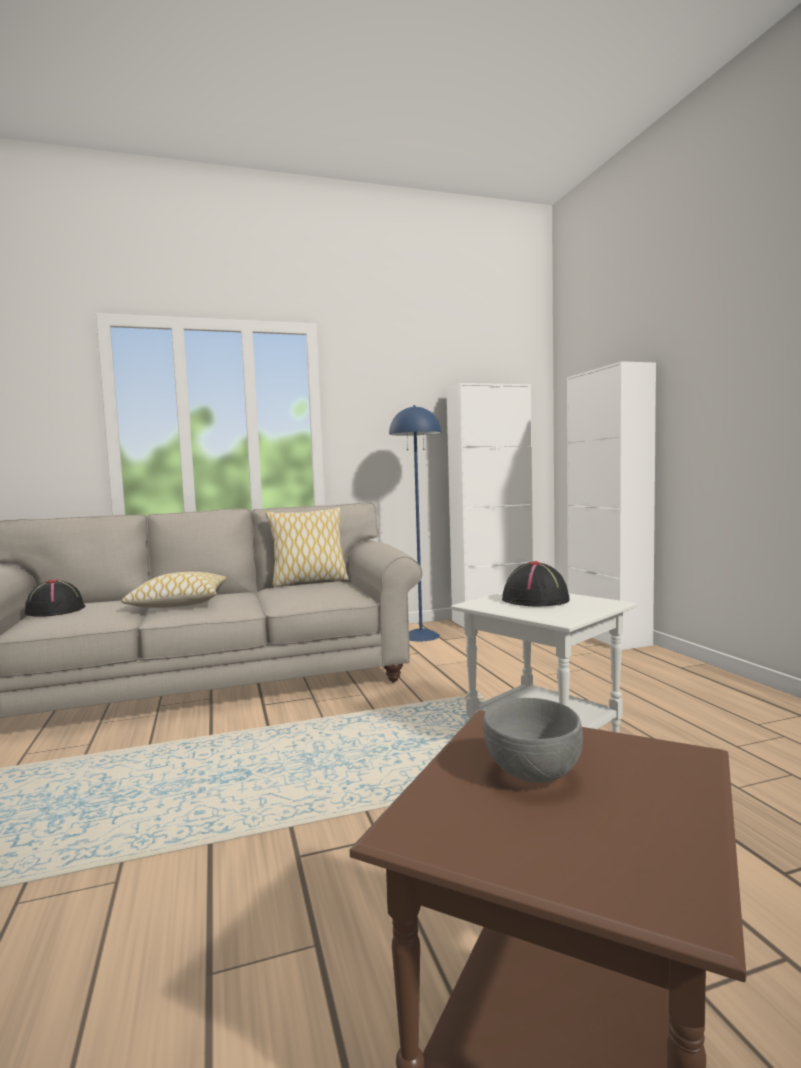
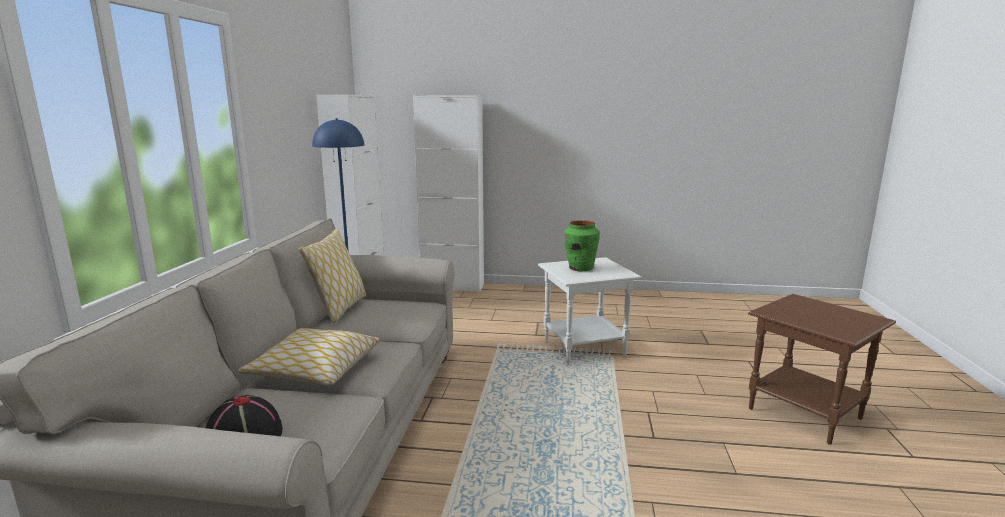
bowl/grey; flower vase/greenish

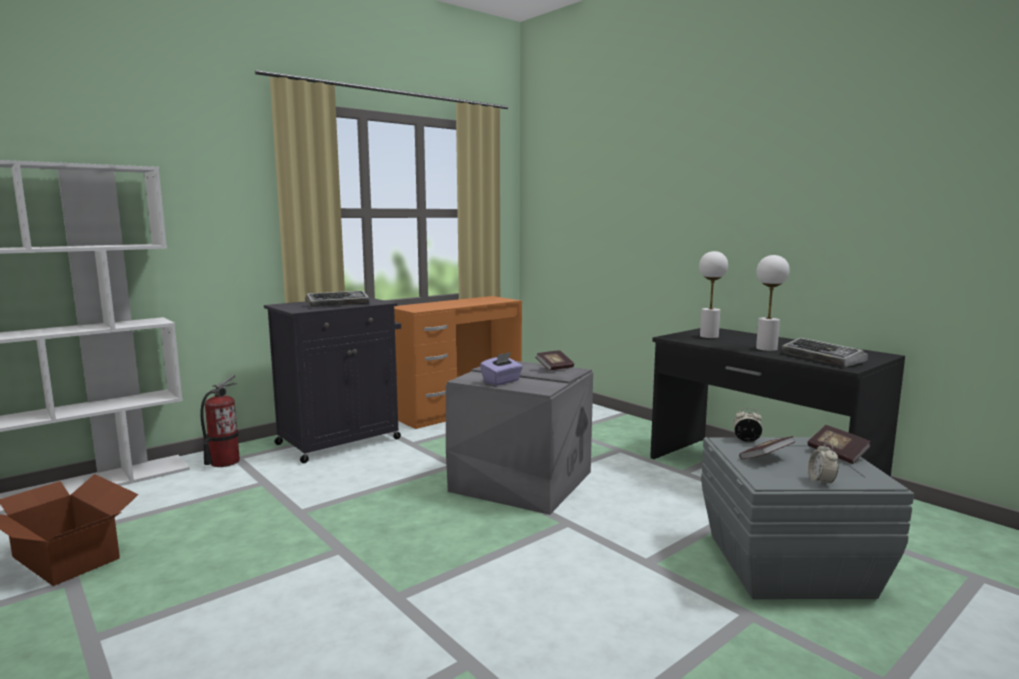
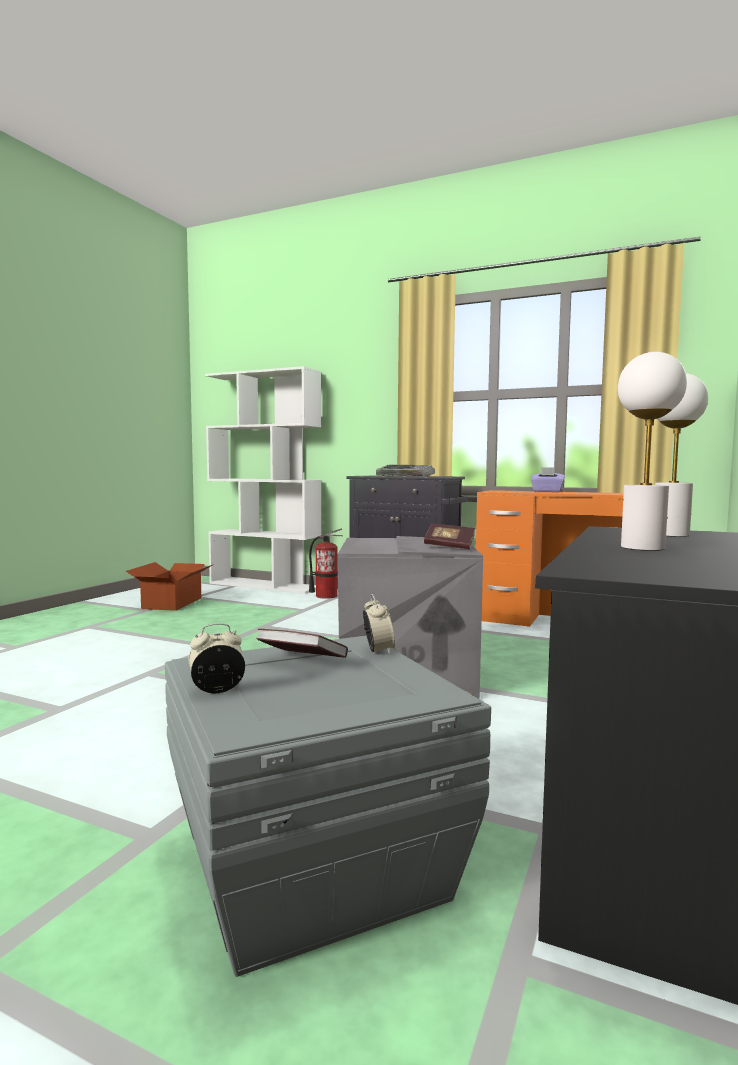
keyboard (2nd from left in the first image); volume (3rd from left in the first image); box of tissues/purple-coloured

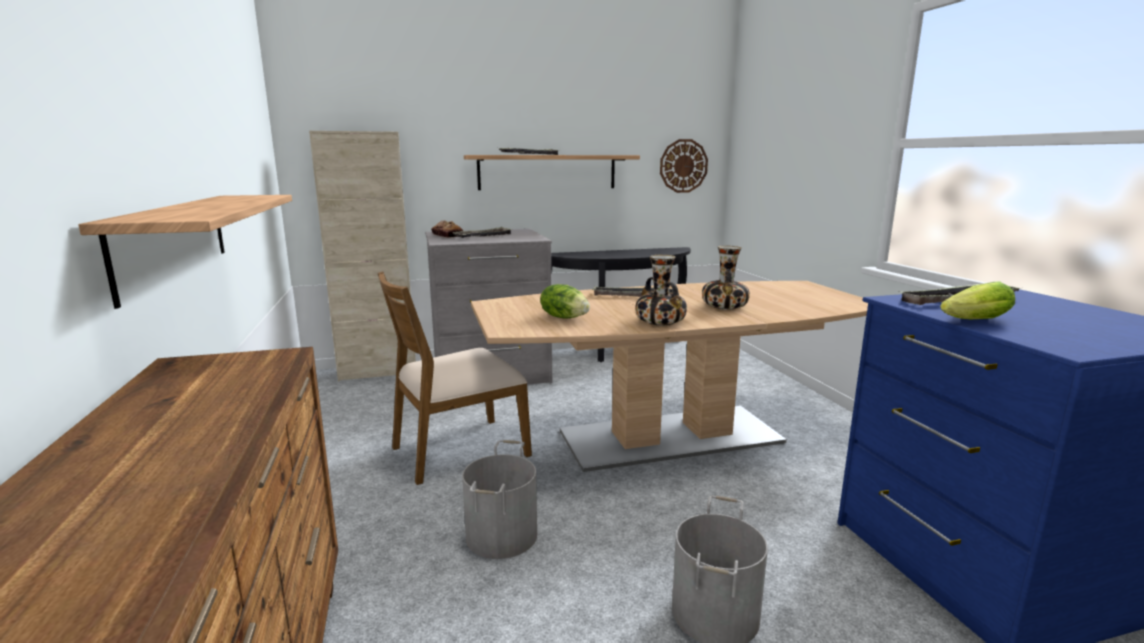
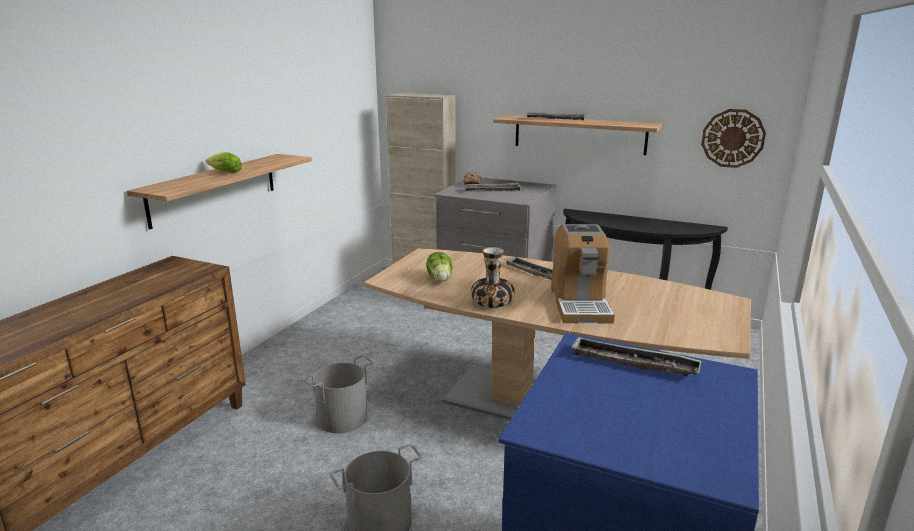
upright chair/brownish; lettuce (1st from left); coffee machine

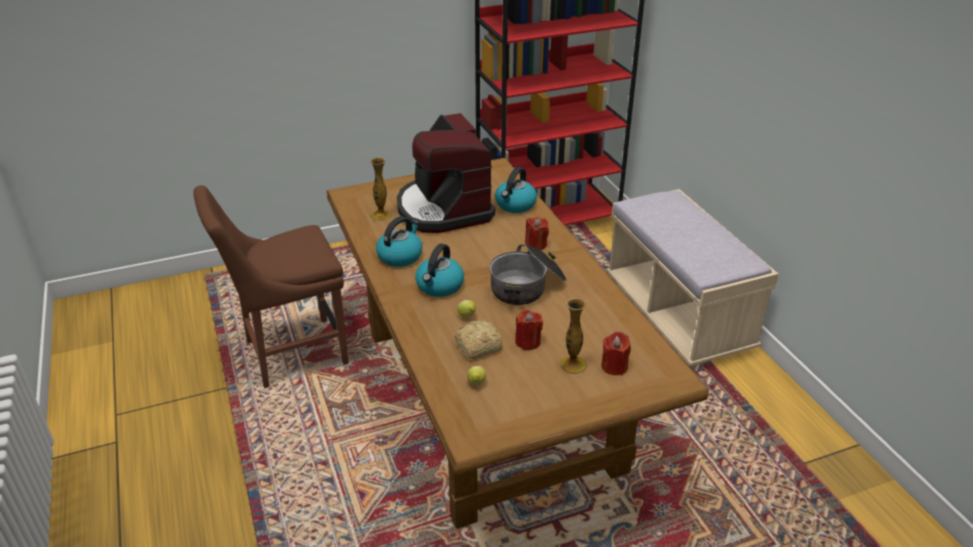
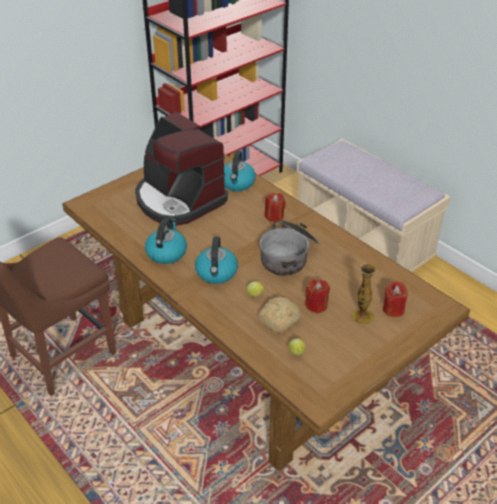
flower vase (1st from left in the first image)

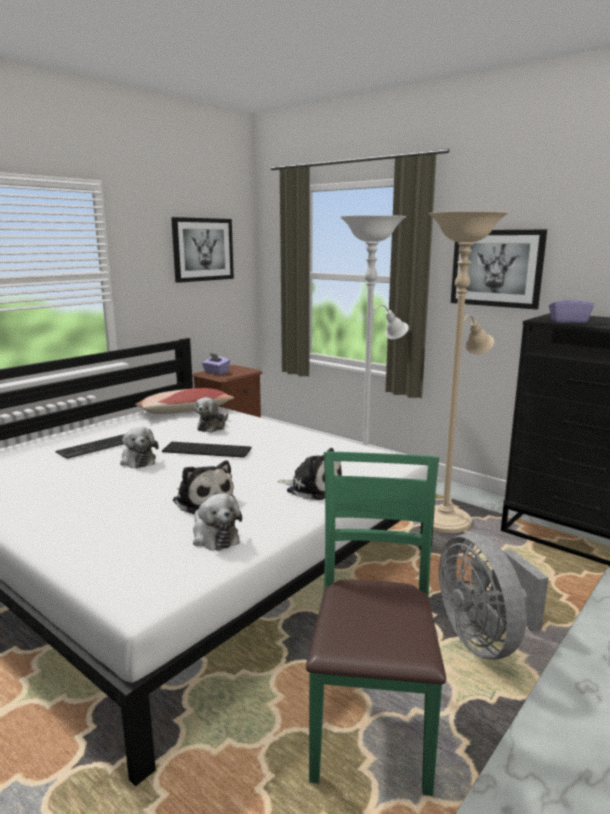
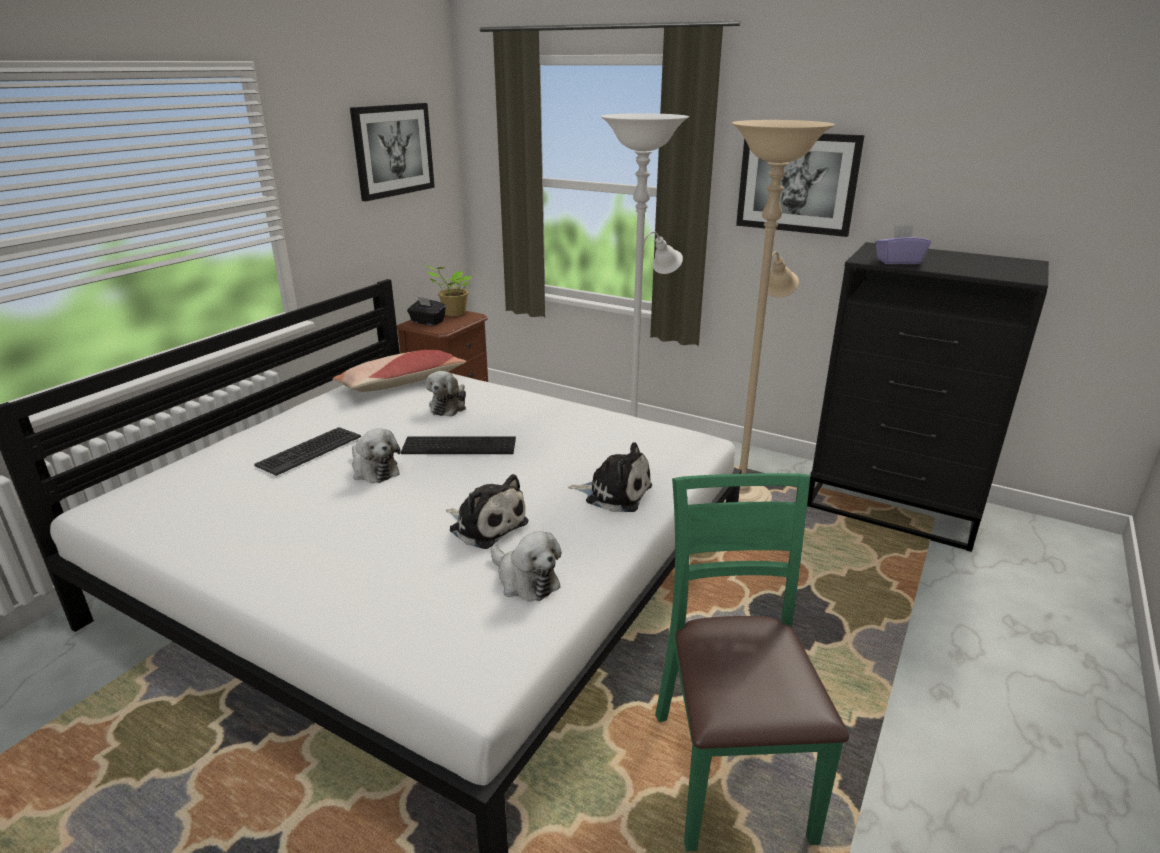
cooling fan/grey; potted plant; box of tissues/black

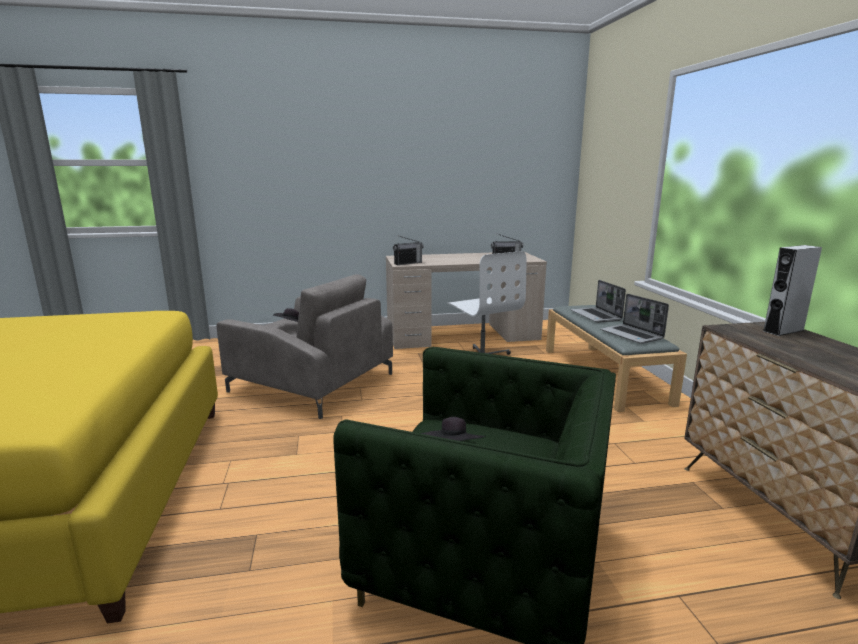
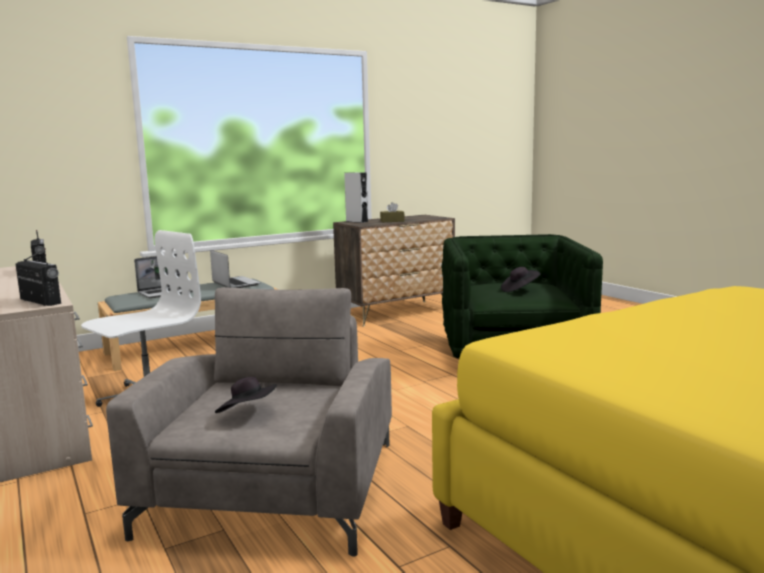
box of tissues/brownish; laptop (2nd from left)

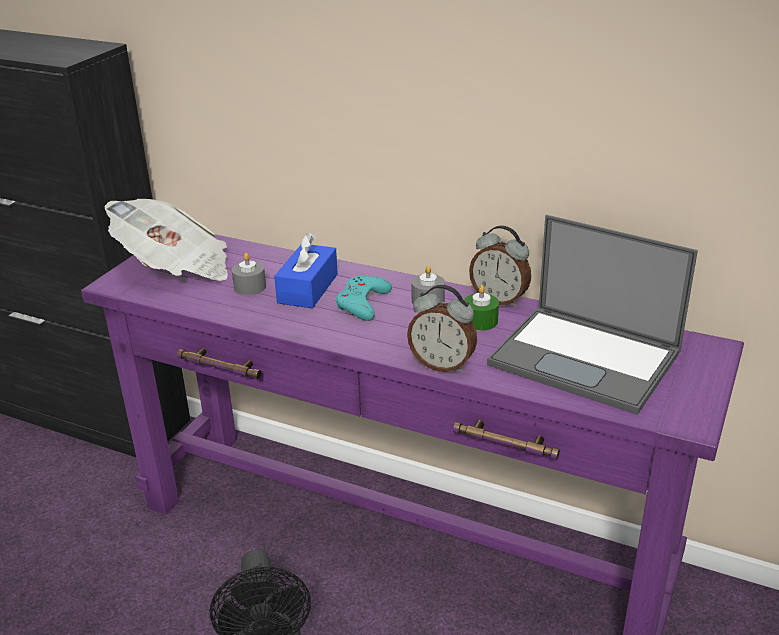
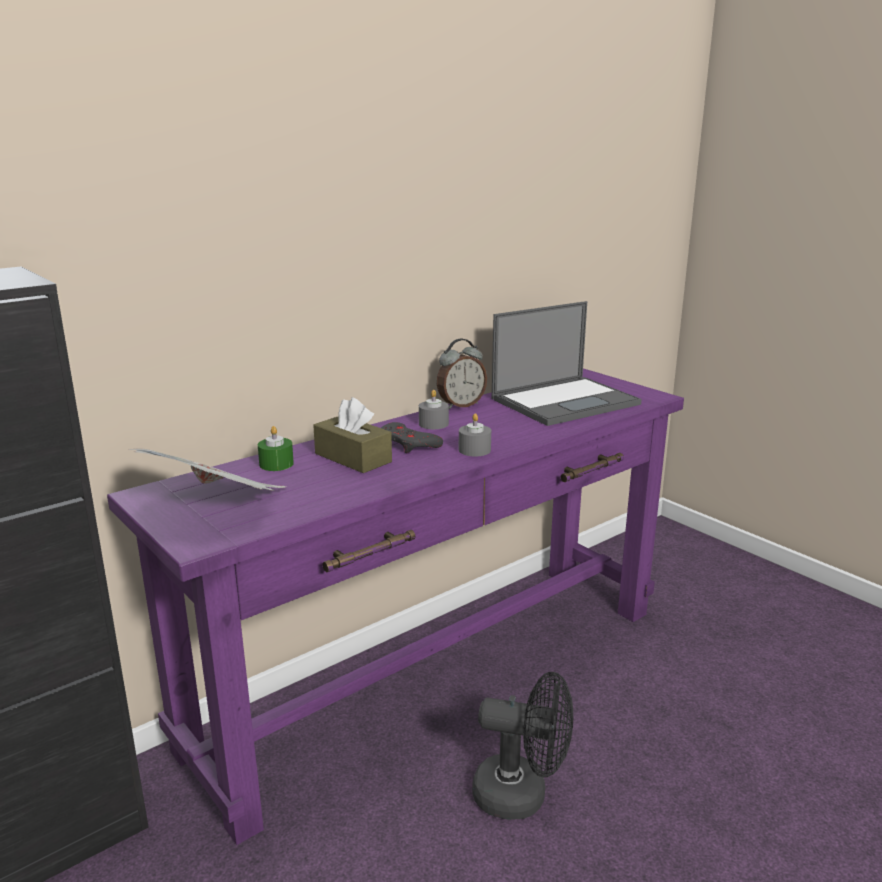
table clock (1st from left in the first image); candle/grey (2nd from left); candle/greenish; box of tissues/brownish; gamepad/grey

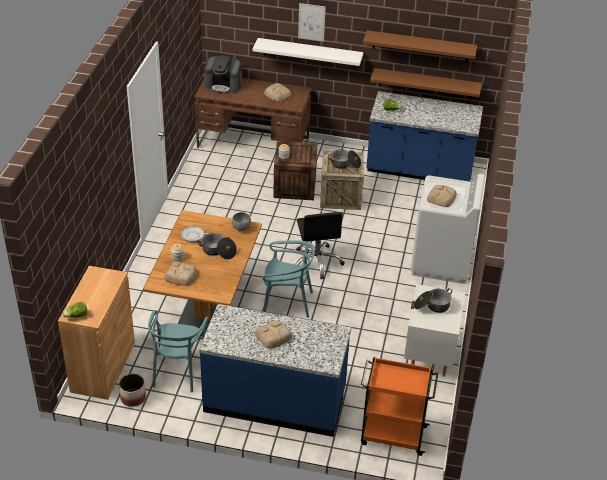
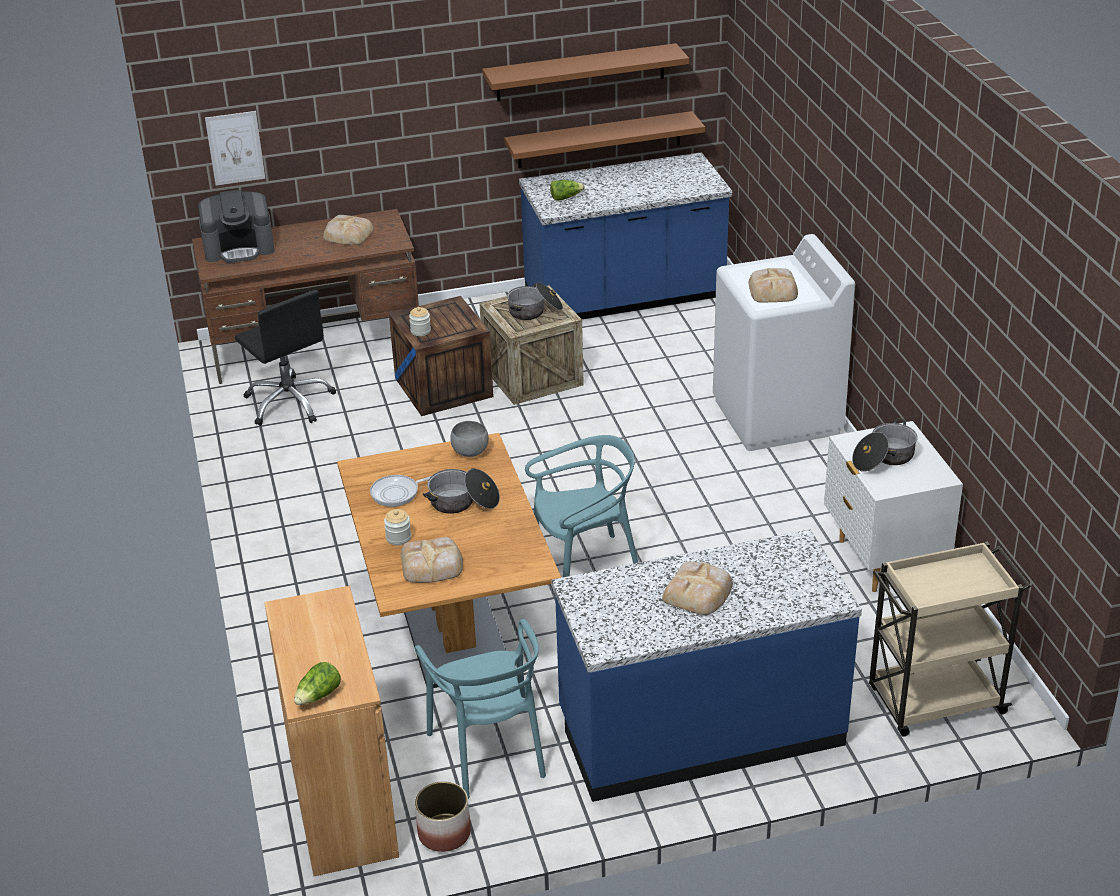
shelf/white-coloured; computer chair/black; wall art; trolley/beige

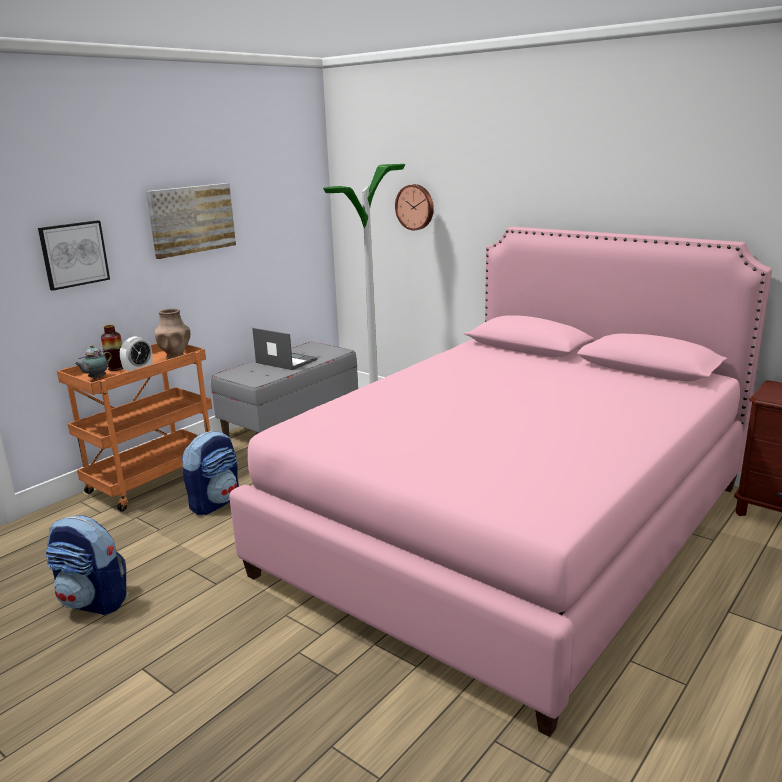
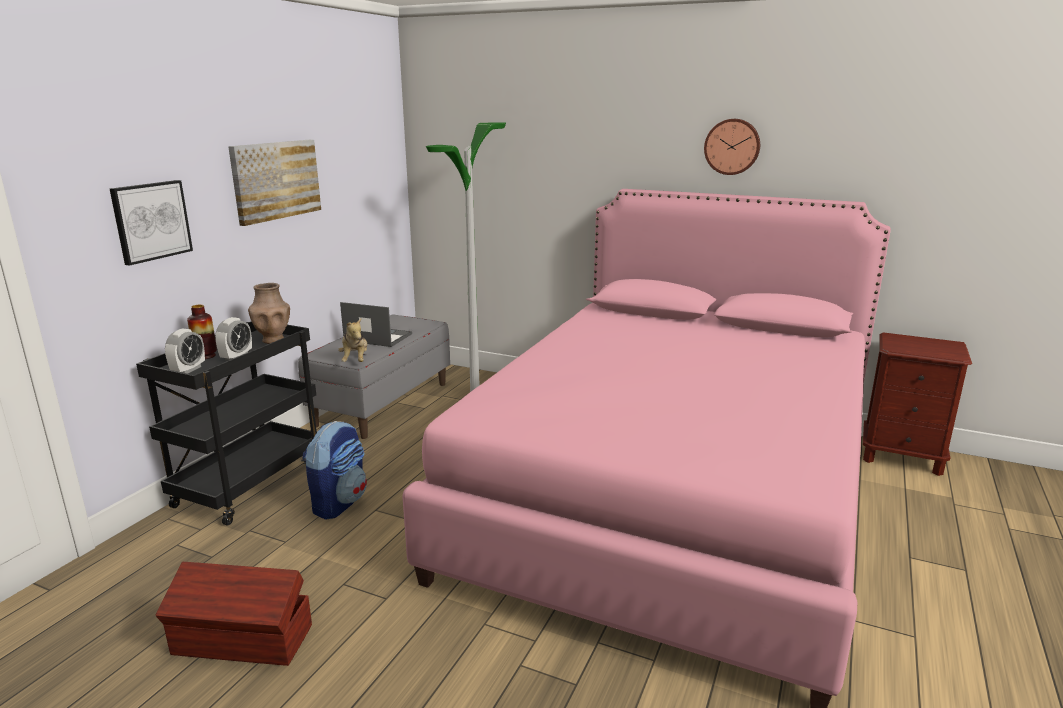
soft toy; clock on the wall; storage container/brownish; table clock (1st from left); trolley/black

